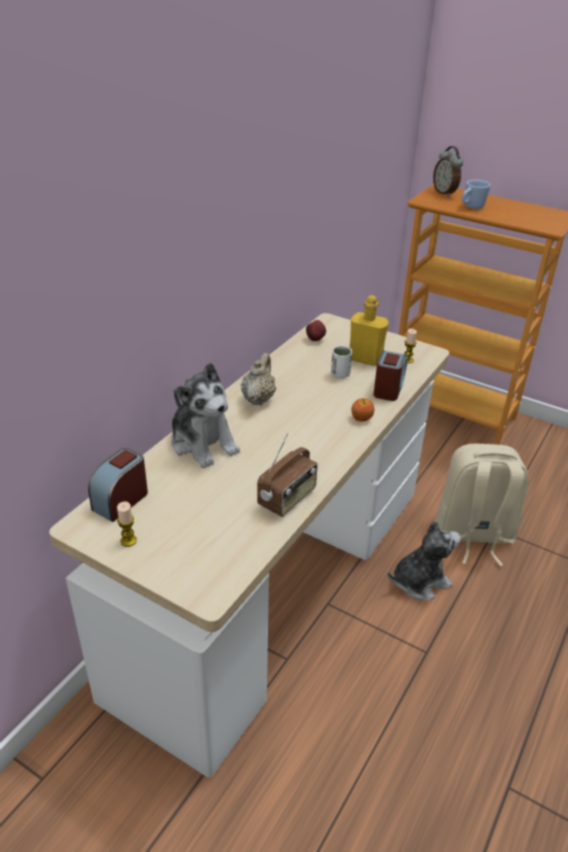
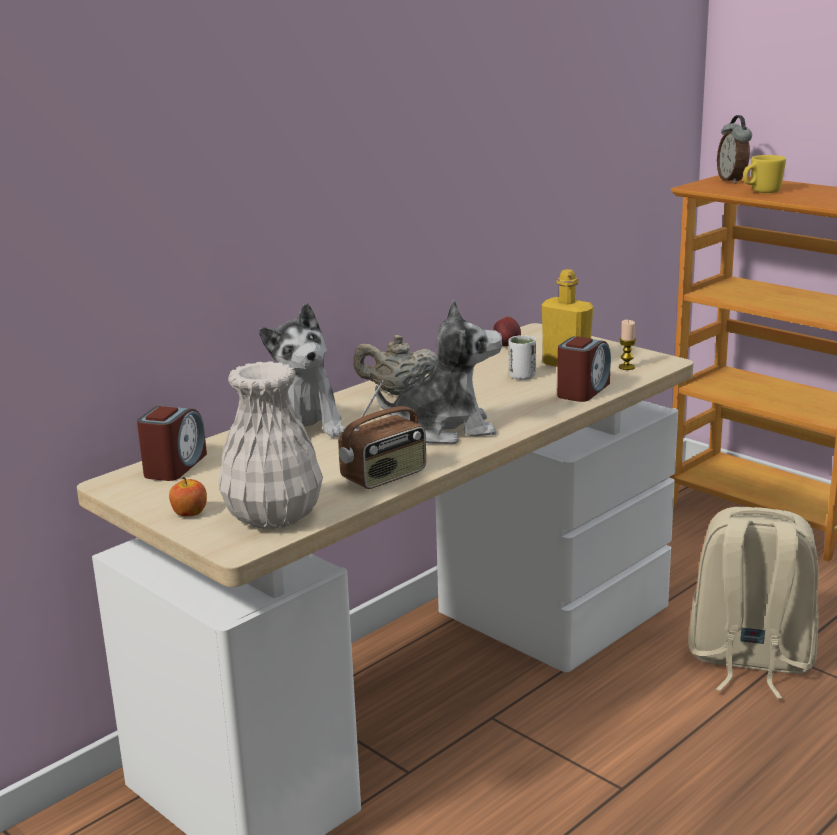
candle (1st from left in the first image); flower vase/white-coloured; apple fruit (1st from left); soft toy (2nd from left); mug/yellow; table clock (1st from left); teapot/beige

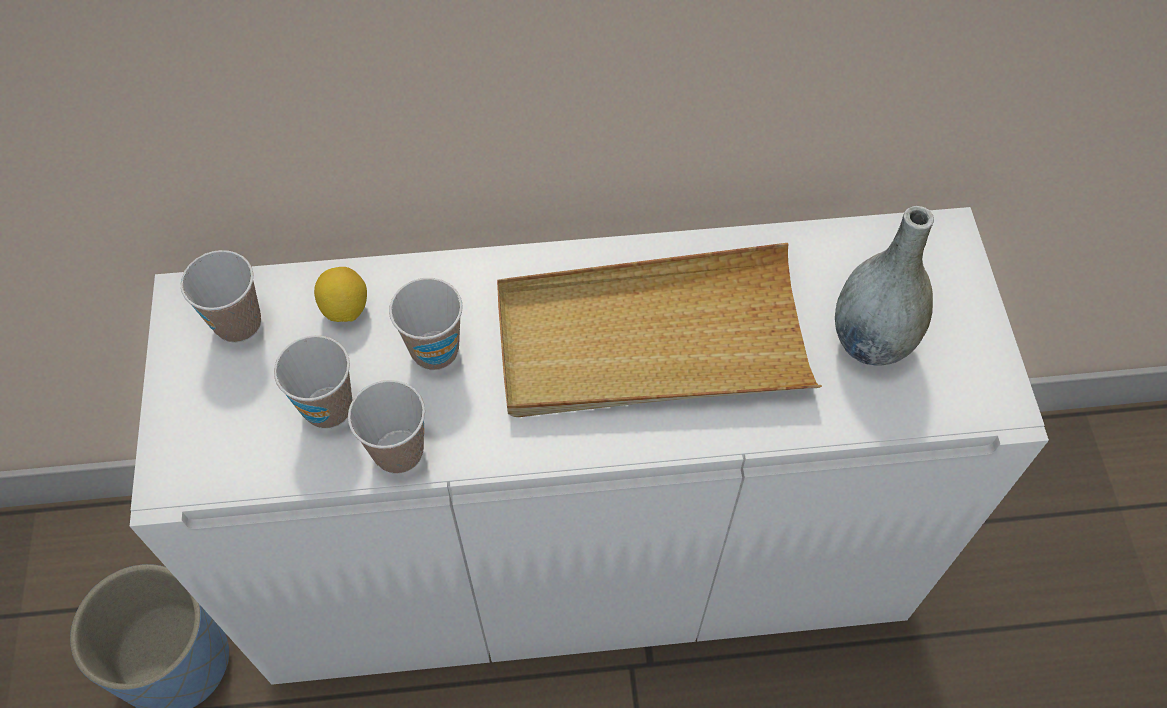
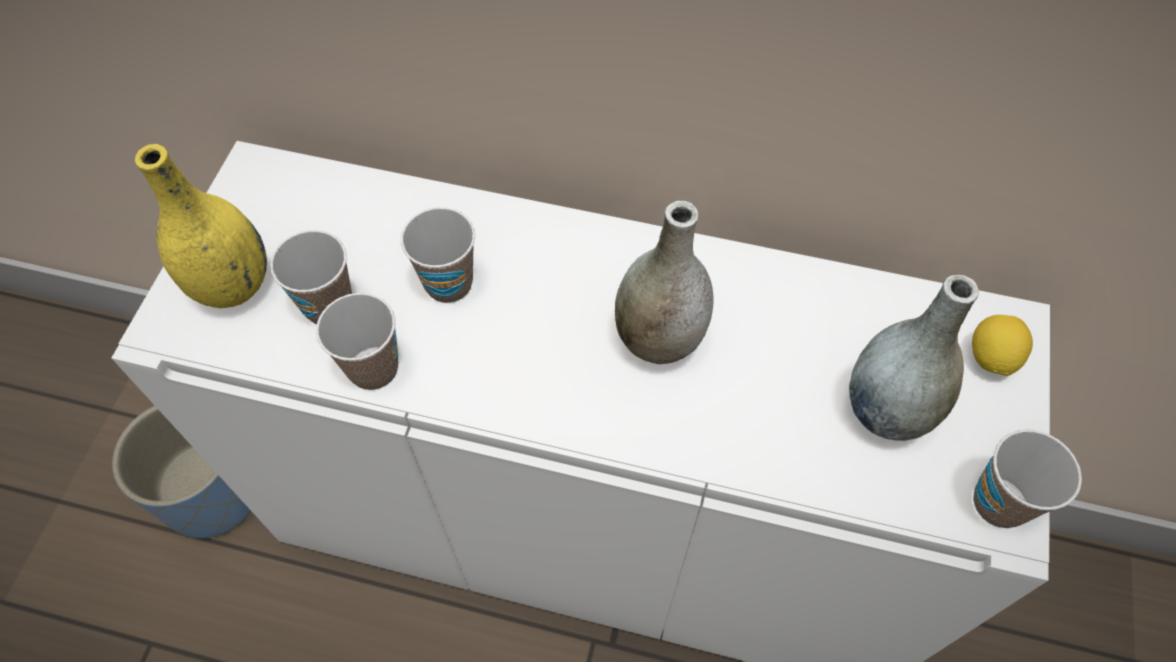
flower vase/yellow; small cup (4th from left); whole lemon; flower vase/grey (1st from left)

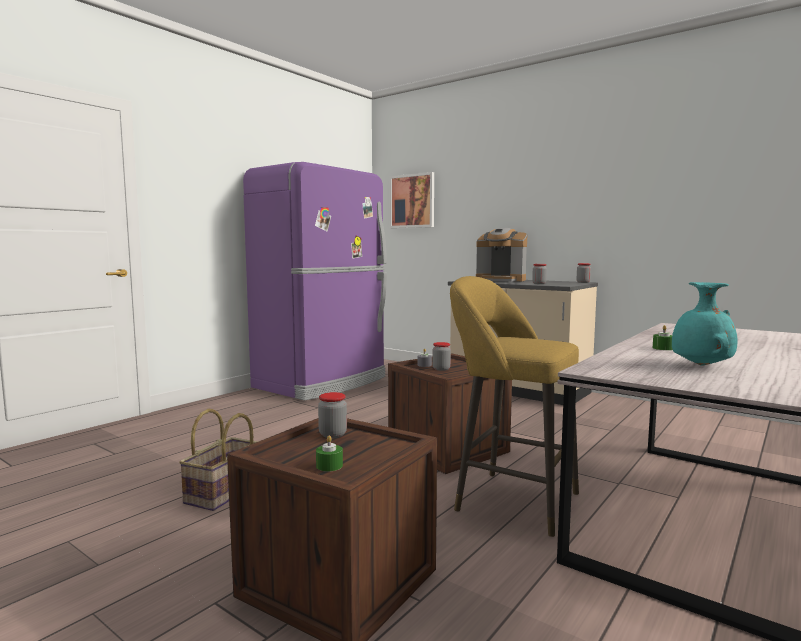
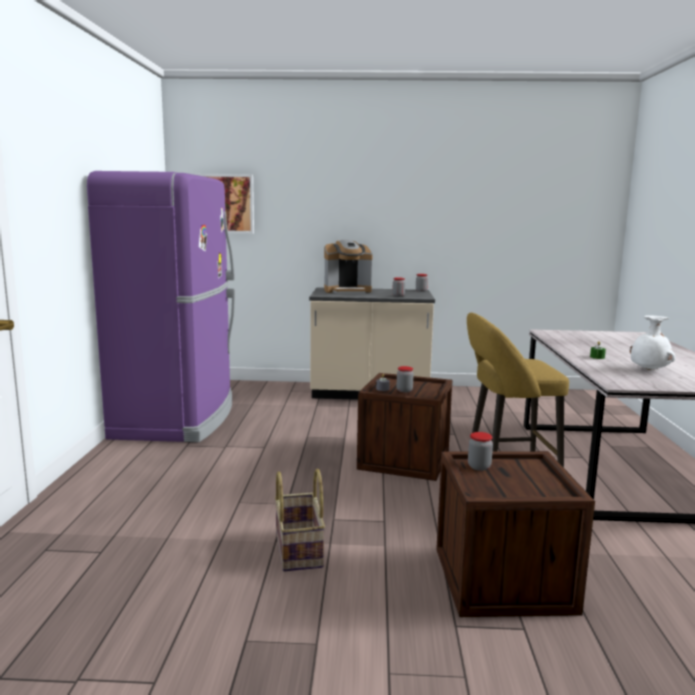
candle/greenish (1st from left in the first image); flower vase/white-coloured

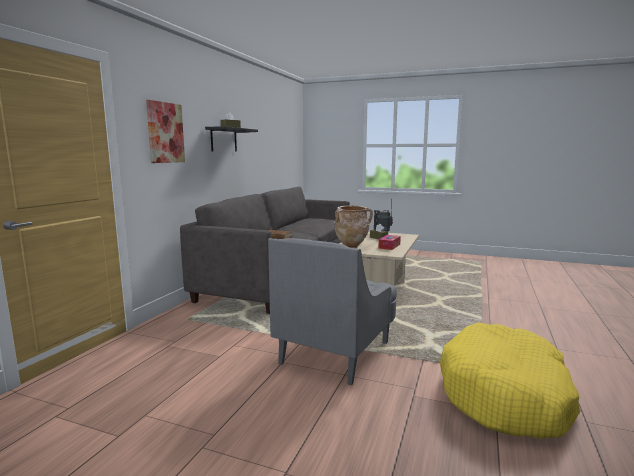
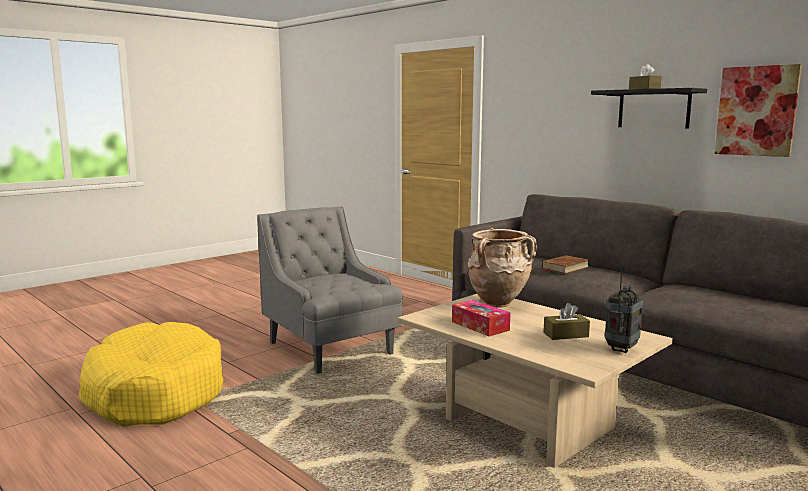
wall art

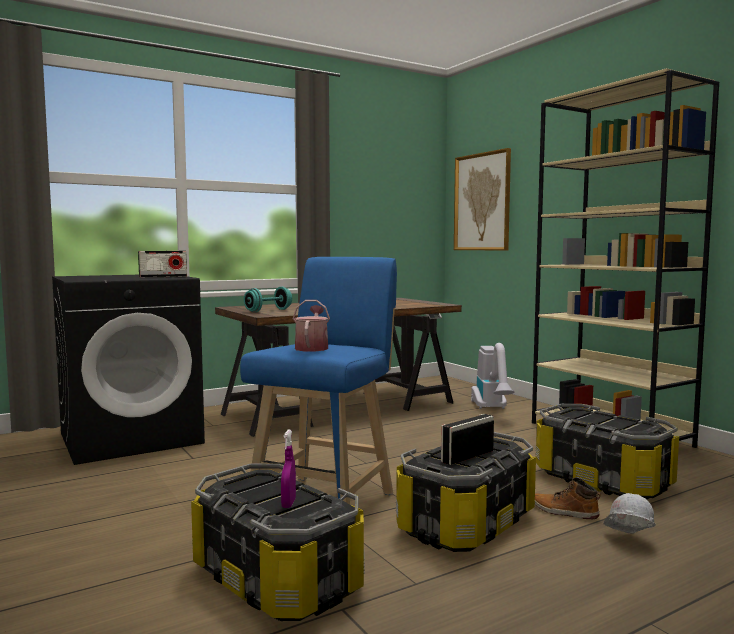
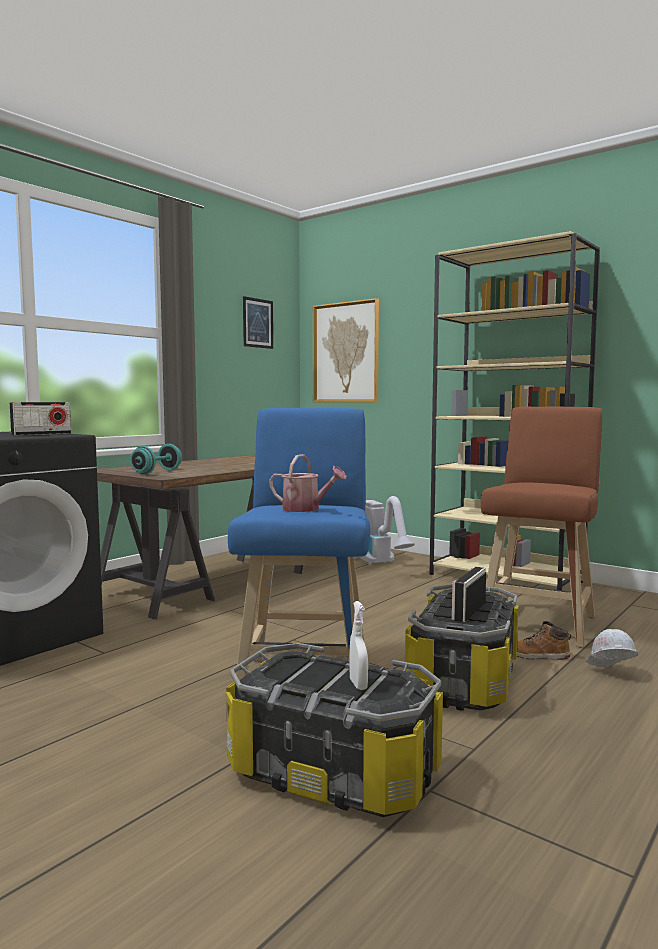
wall art (1st from left); stool/brownish; spray bottle/white-coloured; watering can

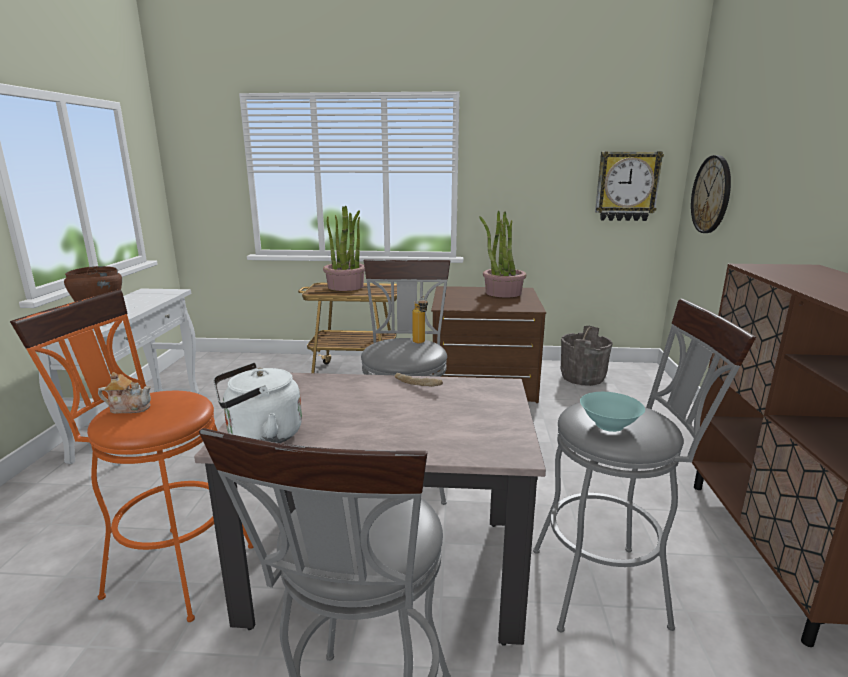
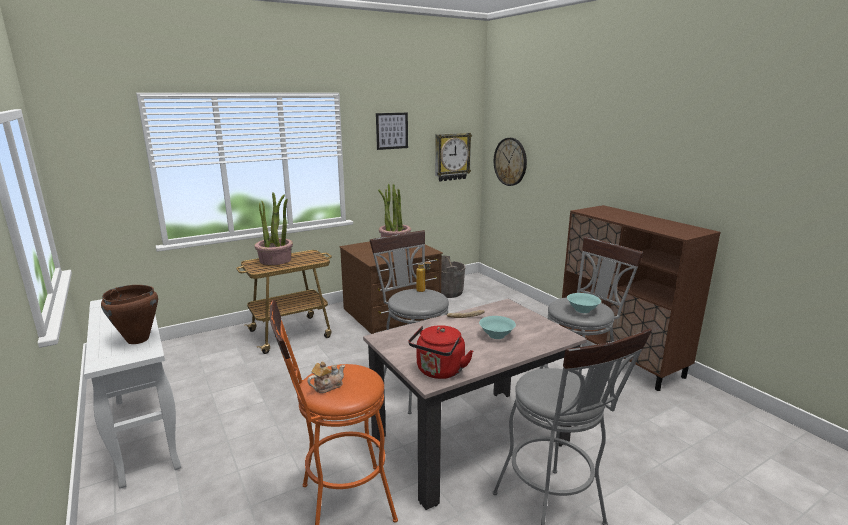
wall art; bowl/blue-green (1st from left); tea kettle/red

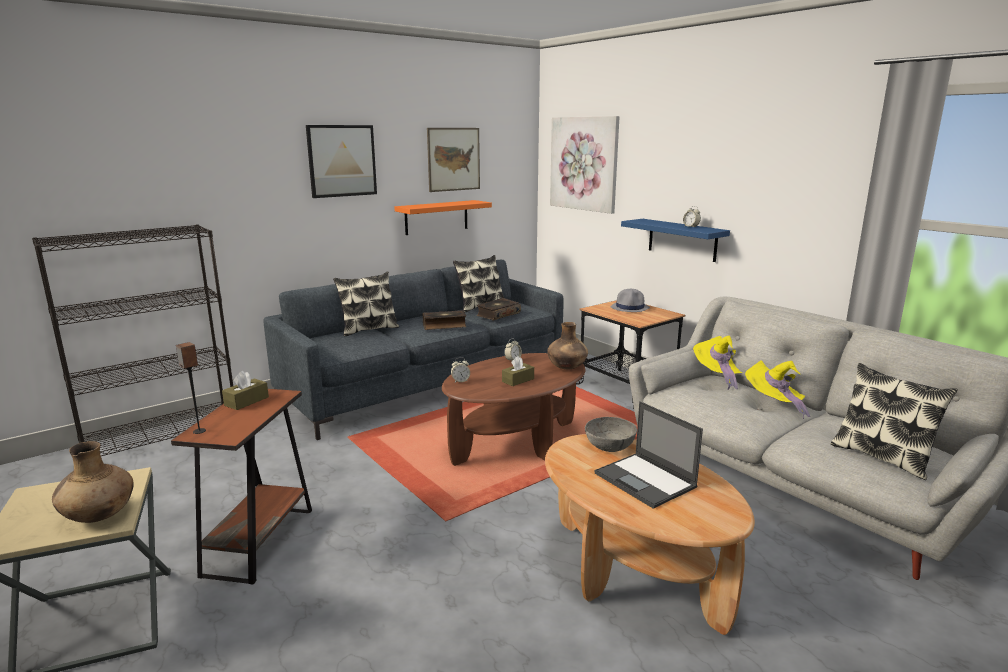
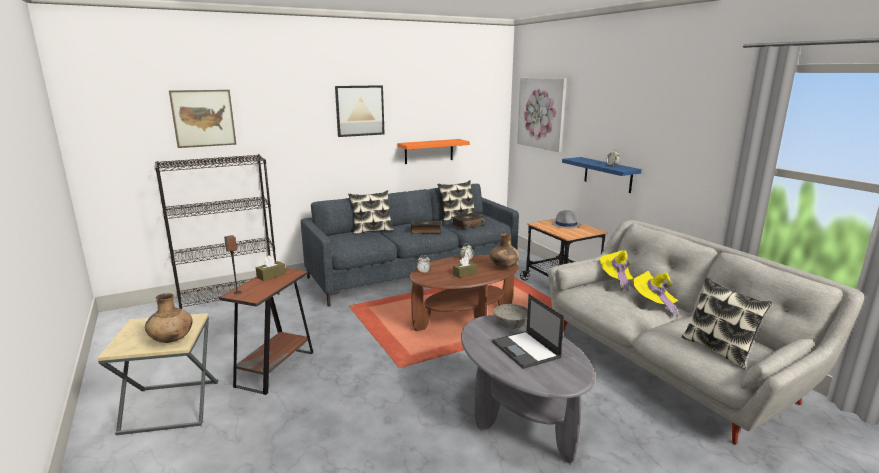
wall art (1st from left); low table/grey

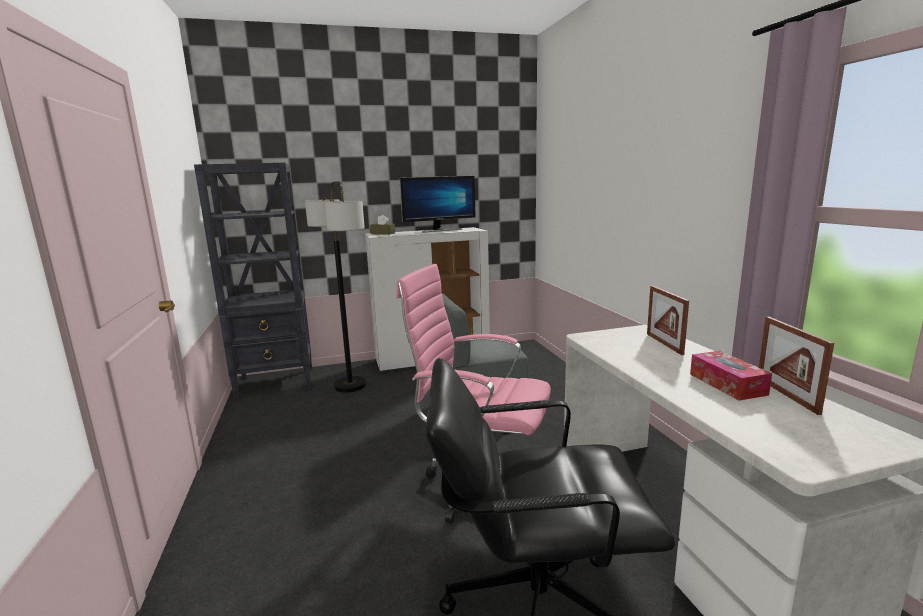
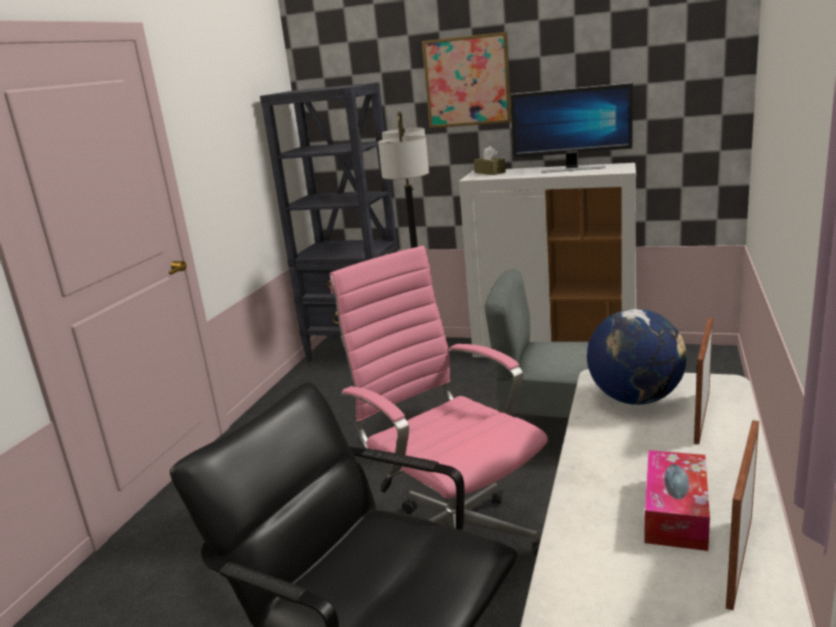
wall art; world globe

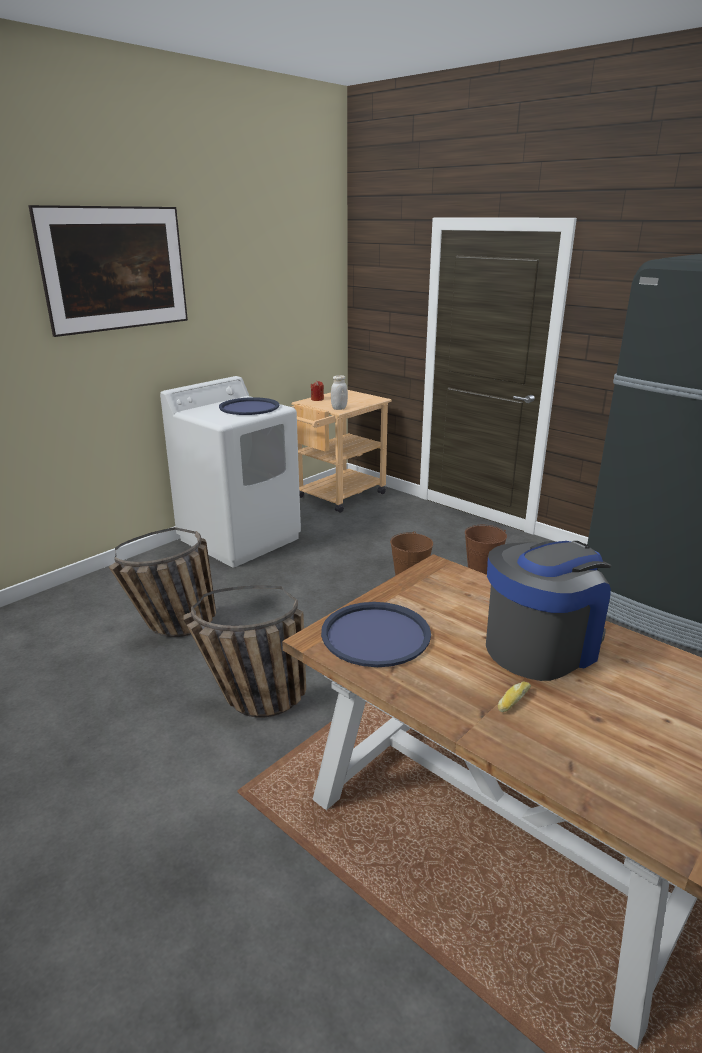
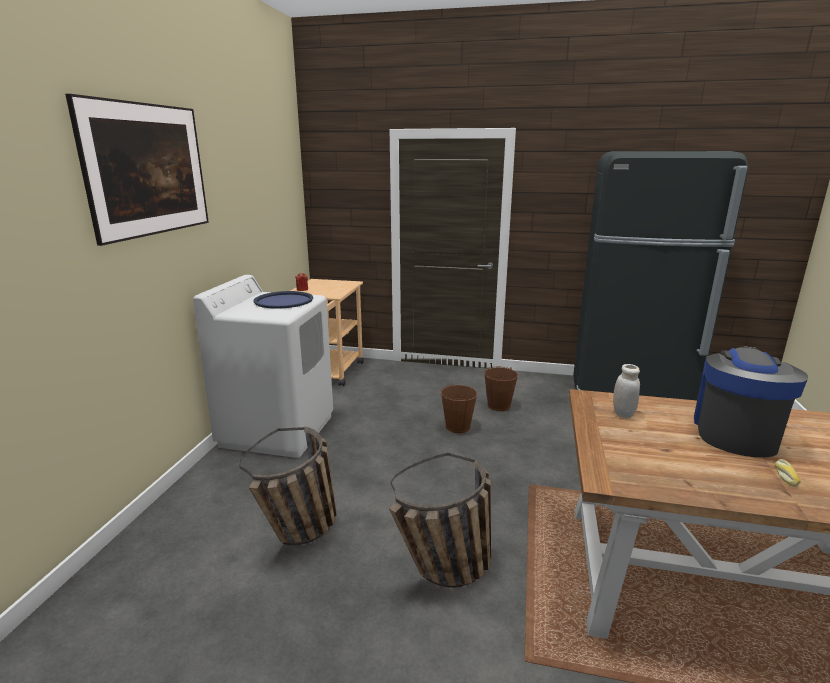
tray/blue-coloured (2nd from left in the first image); jar/white-coloured

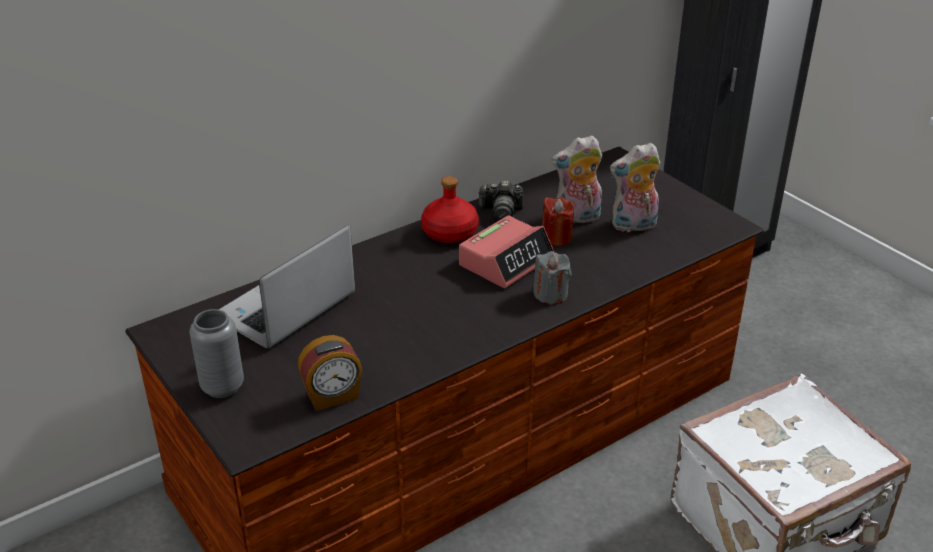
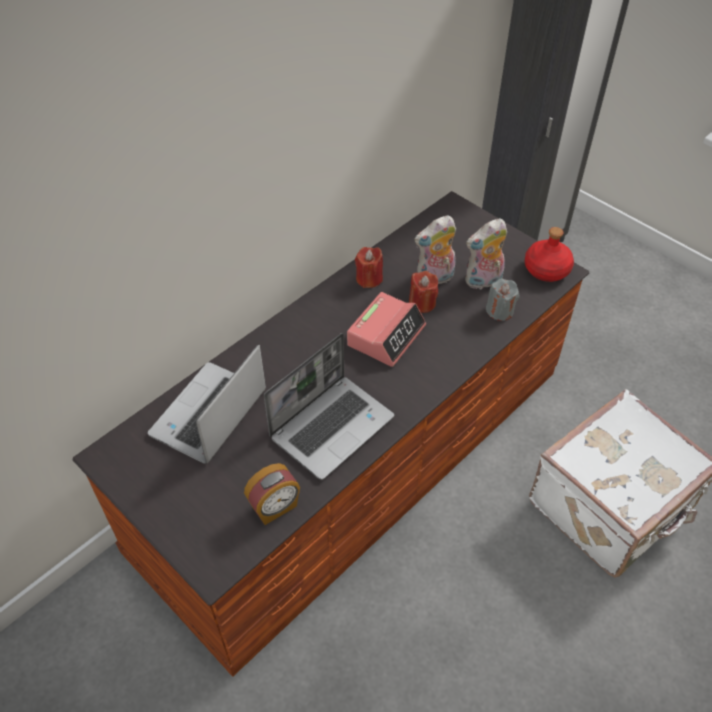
flower vase/grey; laptop (2nd from left); drink bottle/red; candle/grey; candle/red (1st from left)

